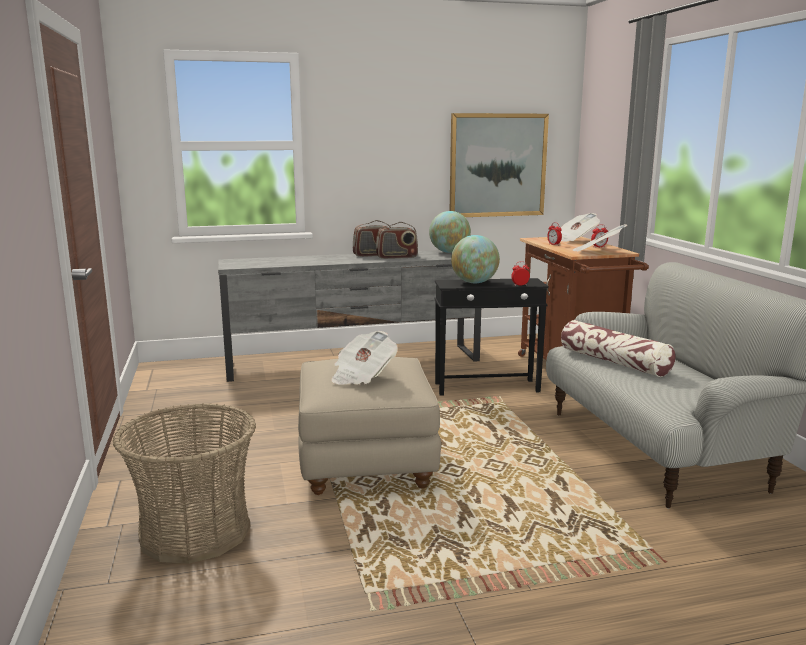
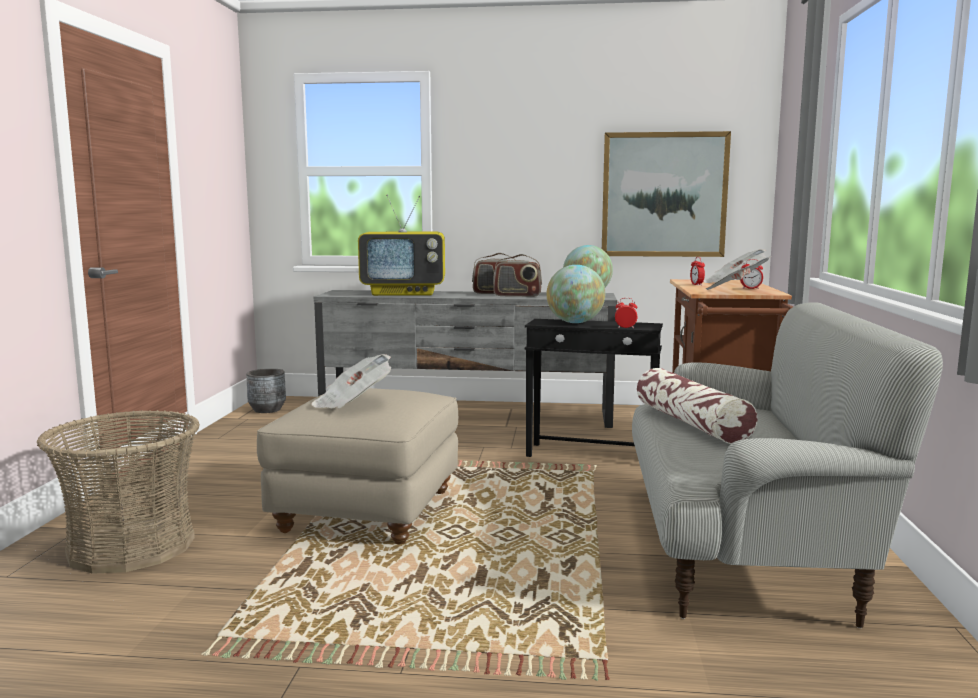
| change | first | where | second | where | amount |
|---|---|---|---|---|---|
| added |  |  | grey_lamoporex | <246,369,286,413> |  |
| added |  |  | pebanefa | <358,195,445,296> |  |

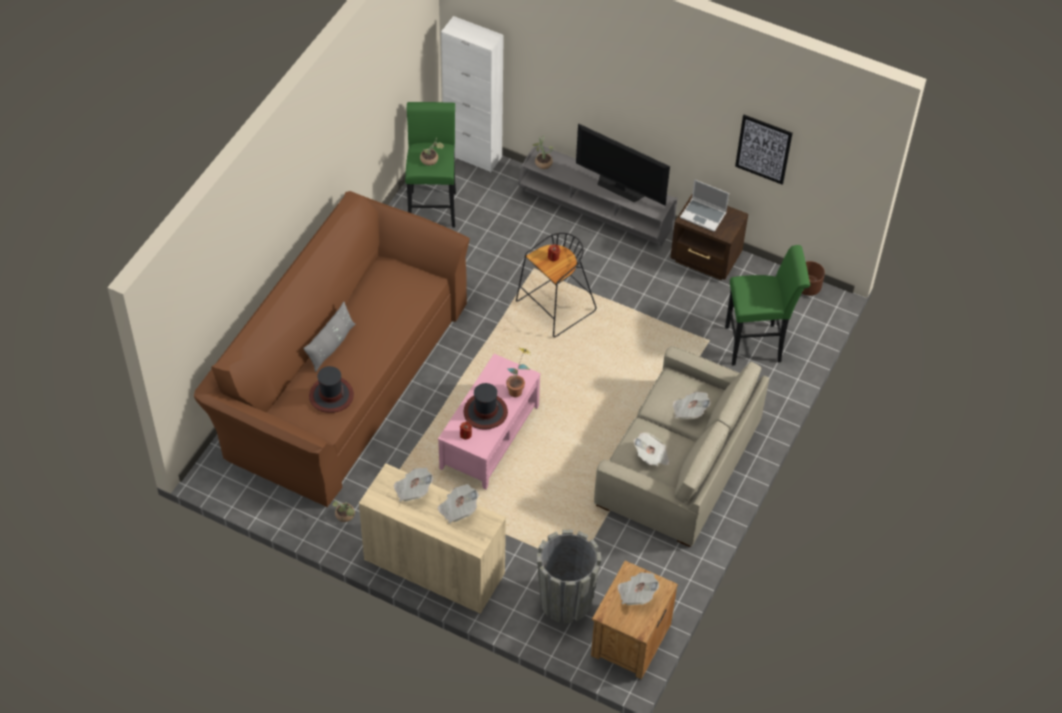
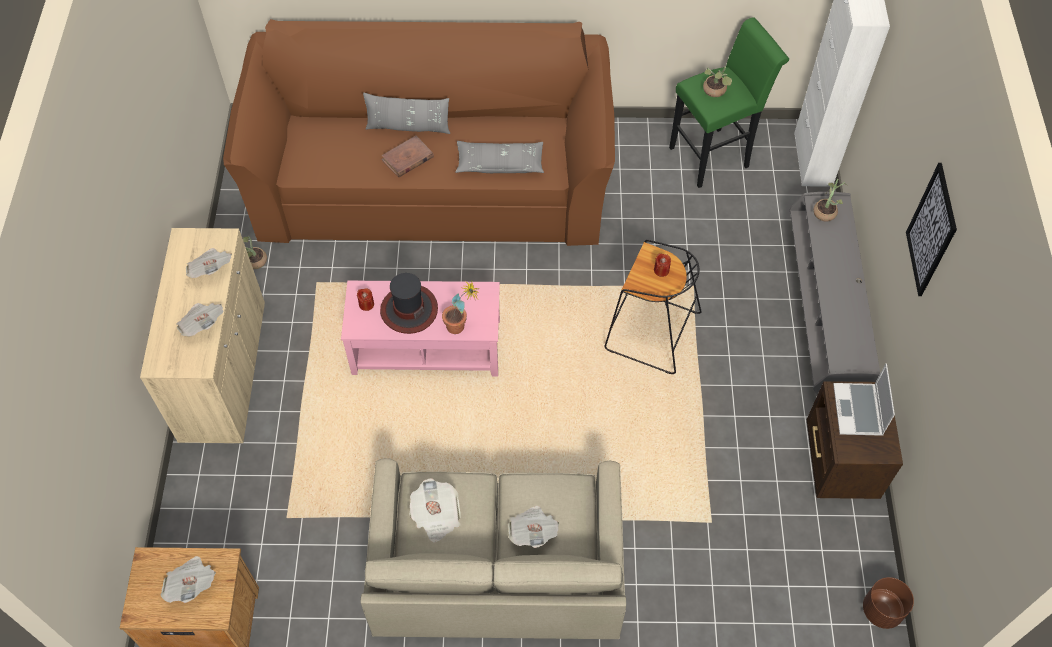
| change | first | where | second | where | amount |
|---|---|---|---|---|---|
| added |  |  | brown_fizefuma | <381,136,434,177> |  |
| added |  |  | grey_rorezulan | <455,141,544,173> |  |
| moved | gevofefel | <735,115,793,185> |  | <906,163,957,296> |  |
| removed | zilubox | <309,366,354,413> |  |  |  |
| removed | grey_lamoporex | <537,529,601,623> |  |  |  |
| removed | pebanefa | <576,124,670,205> |  |  |  |
| removed | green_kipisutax | <725,245,810,365> |  |  |  |

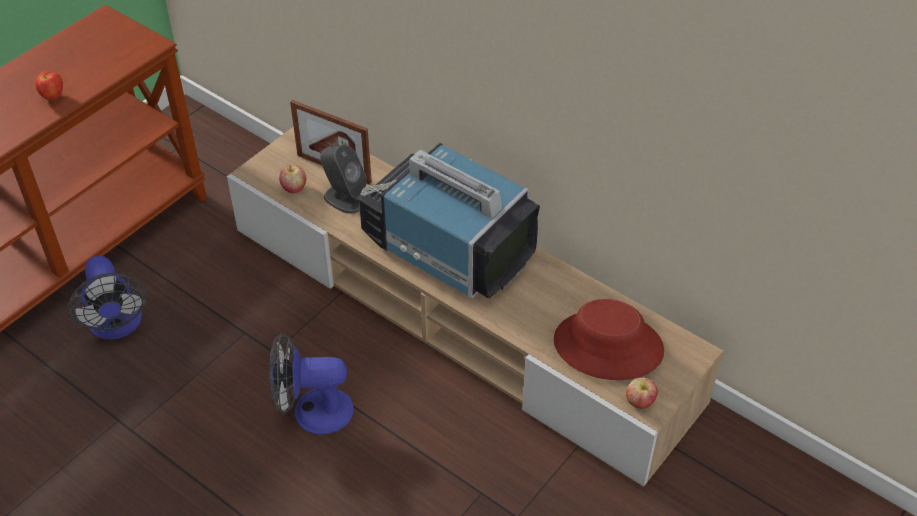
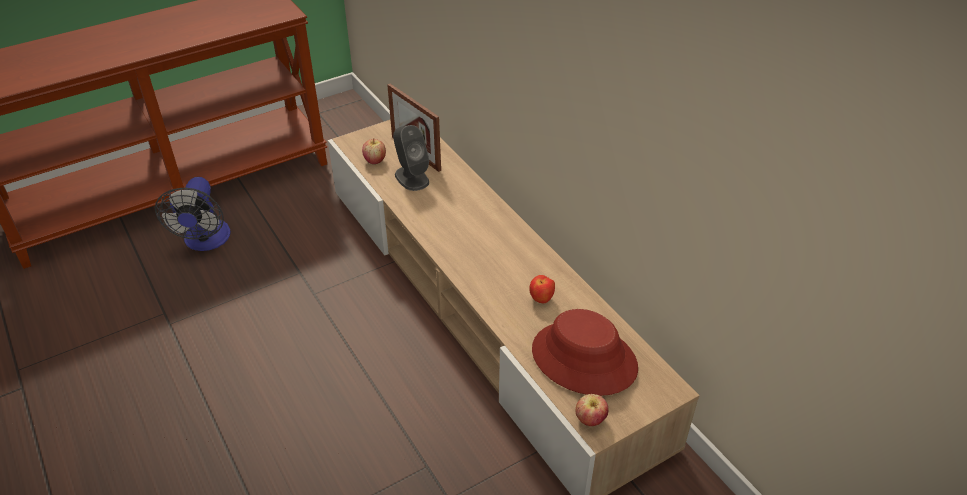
| change | first | where | second | where | amount |
|---|---|---|---|---|---|
| moved | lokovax | <35,71,63,100> |  | <529,275,555,303> |  |
| removed | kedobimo | <269,333,354,435> |  |  |  |
| removed | pebanefa | <359,143,540,299> |  |  |  |

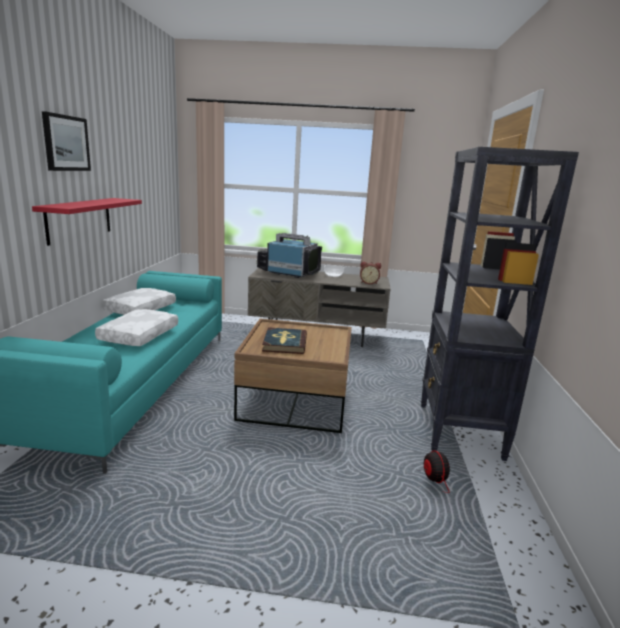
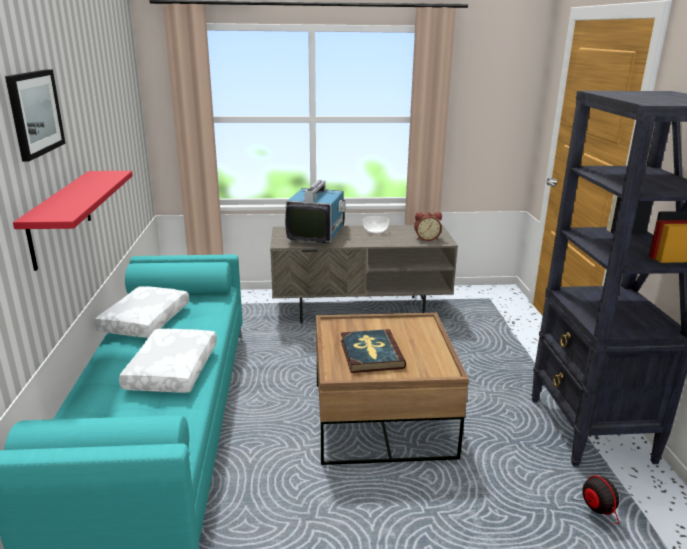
| change | first | where | second | where | amount |
|---|---|---|---|---|---|
| turned | pebanefa | <256,233,322,278> |  | <285,180,345,243> | 90 degrees clockwise |

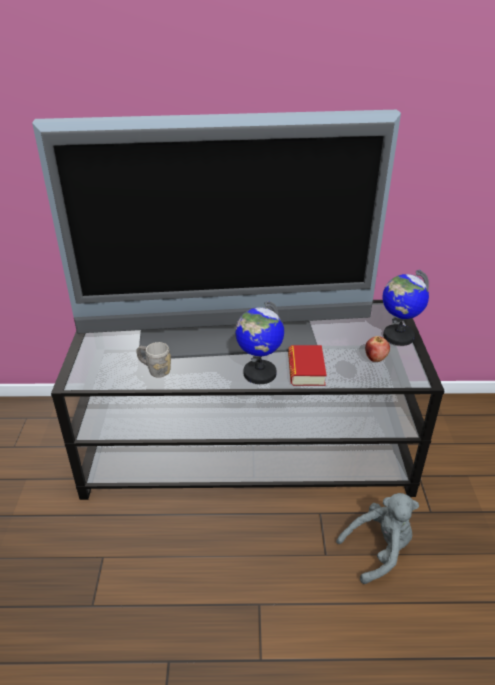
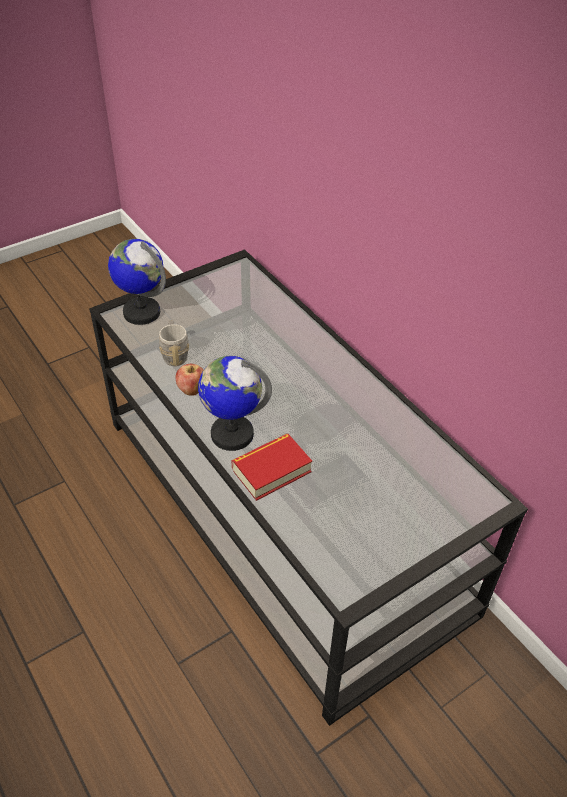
| change | first | where | second | where | amount |
|---|---|---|---|---|---|
| moved | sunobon | <382,270,429,346> |  | <108,239,166,325> |  |
| moved | lokovax | <365,336,390,362> |  | <176,364,203,396> |  |
| removed | pebanefa | <32,110,401,360> |  |  |  |
| removed | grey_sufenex | <336,493,419,584> |  |  |  |

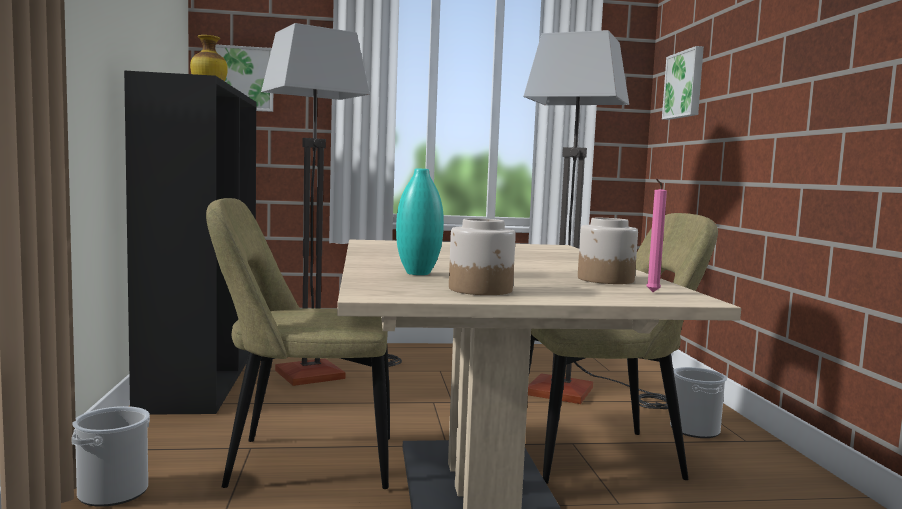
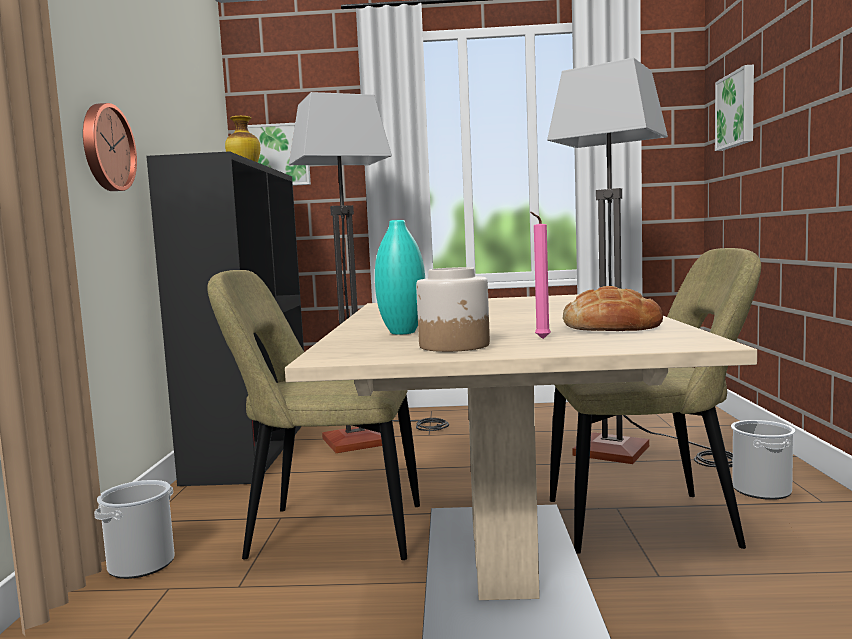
| change | first | where | second | where | amount |
|---|---|---|---|---|---|
| added |  |  | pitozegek | <83,103,137,191> |  |
| moved | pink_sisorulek | <646,178,667,292> |  | <530,212,551,339> |  |
| replaced | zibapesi | <578,218,638,284> | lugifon | <563,286,663,331> |  |

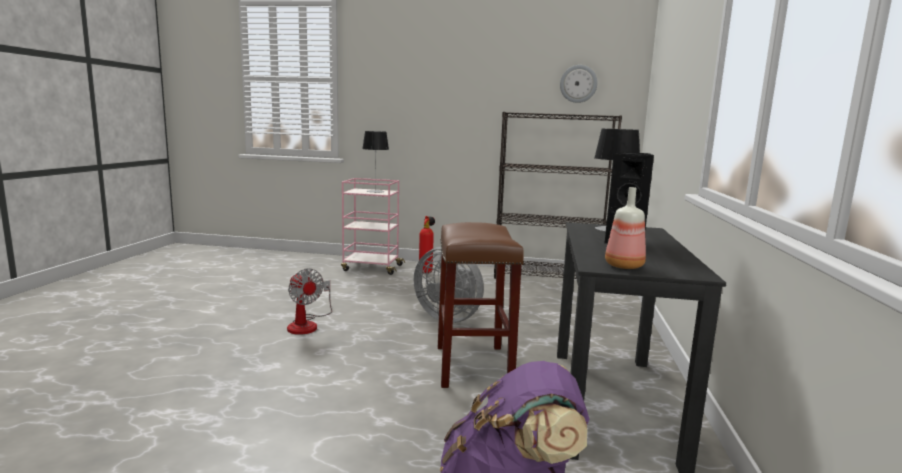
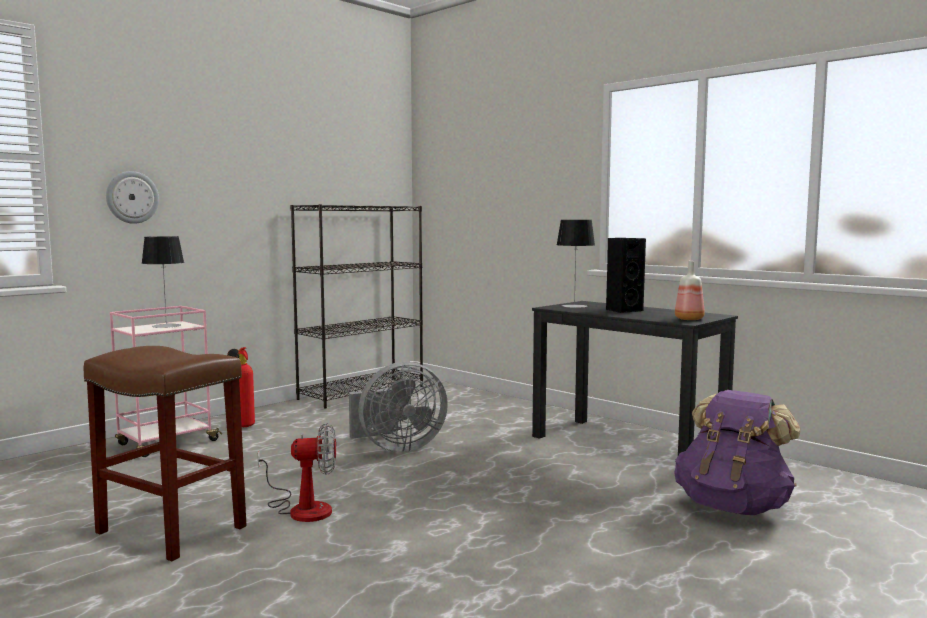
| change | first | where | second | where | amount |
|---|---|---|---|---|---|
| moved | brown_kipisutax | <438,222,524,388> |  | <84,346,247,561> |  |
| moved | pitozegek | <560,65,598,103> |  | <106,171,159,224> |  |

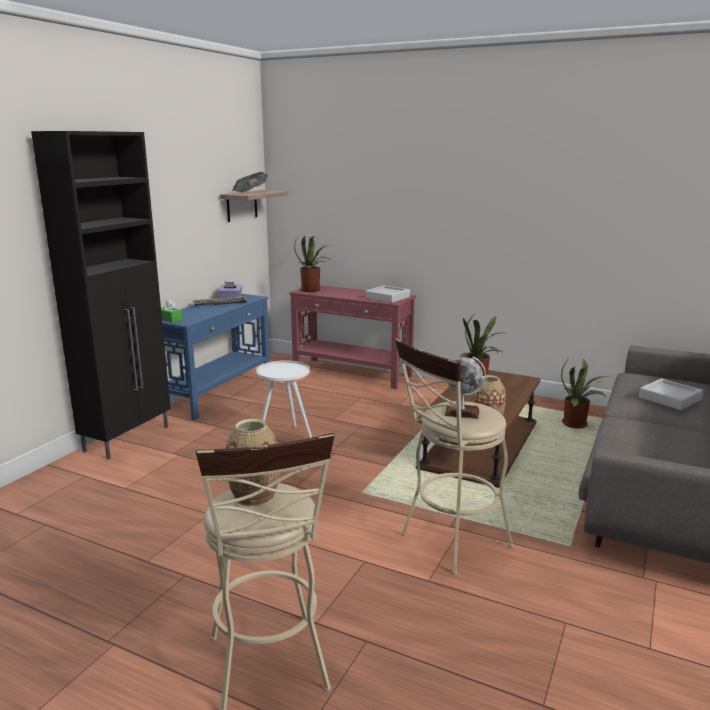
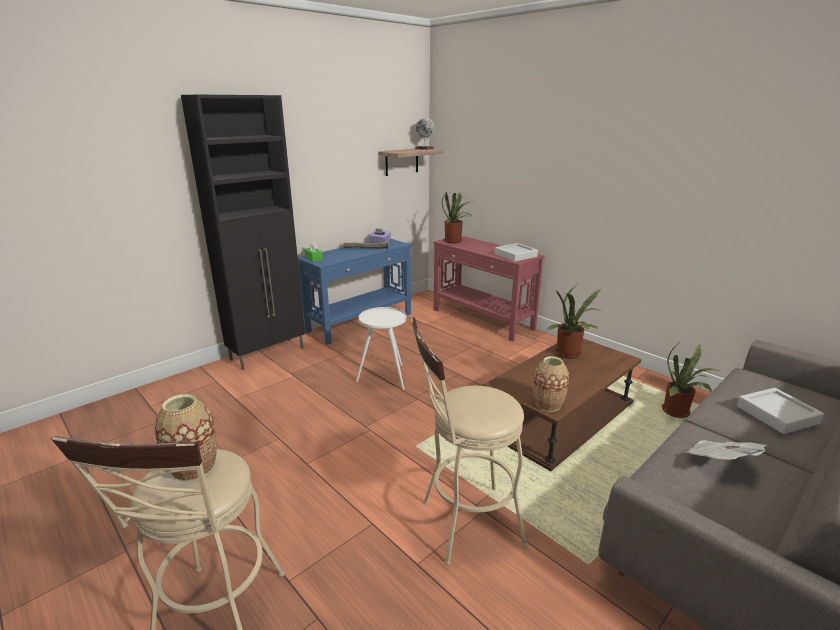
| change | first | where | second | where | amount |
|---|---|---|---|---|---|
| moved | sunobon | <444,356,486,419> |  | <415,117,434,150> |  |
| moved | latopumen | <232,172,268,192> |  | <685,440,767,460> |  |

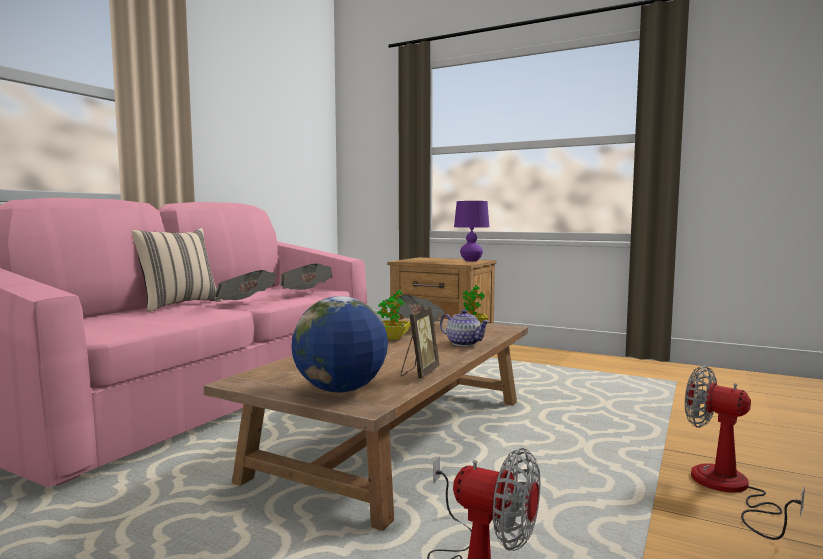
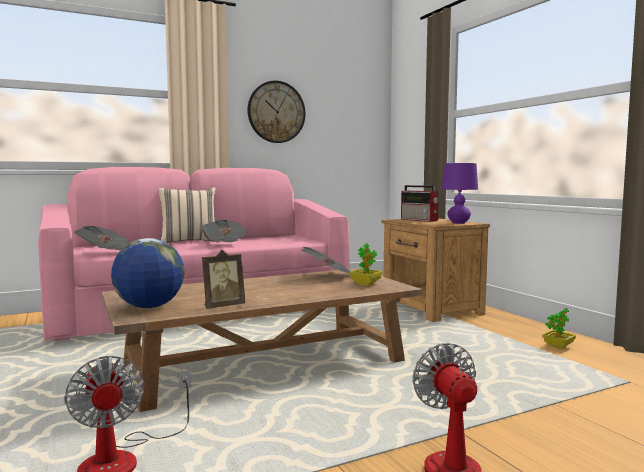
| change | first | where | second | where | amount |
|---|---|---|---|---|---|
| moved | latopumen | <281,263,333,290> |  | <74,226,129,250> |  |
| added |  |  | pitozegek | <248,81,305,143> |  |
| added |  |  | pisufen | <401,185,439,222> |  |
| moved | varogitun | <377,290,411,340> |  | <542,308,576,349> |  |
| removed | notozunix | <440,309,490,346> |  |  |  |

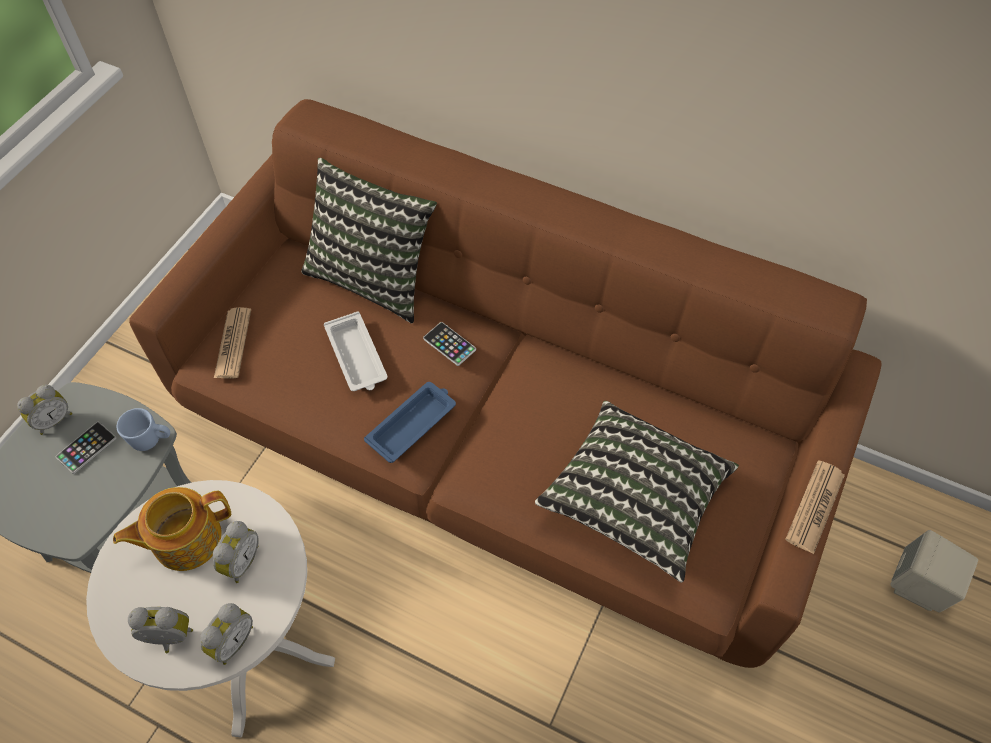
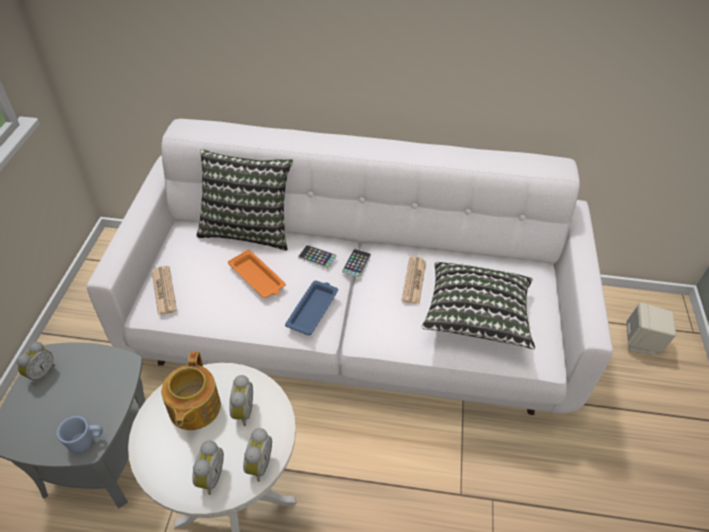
| change | first | where | second | where | amount |
|---|---|---|---|---|---|
| moved | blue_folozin | <117,408,170,451> |  | <57,416,103,453> |  |
| recoloured | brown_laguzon | <129,99,882,668> | white_laguzon | <86,119,613,415> |  |
| turned | notozunix | <113,487,231,571> |  | <161,351,221,430> | 45 degrees counterclockwise |
| turned | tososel | <128,607,193,654> |  | <192,441,224,495> | 120 degrees clockwise |
| recoloured | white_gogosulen | <324,312,388,391> | orange_gogosulen | <228,250,286,298> |  |
| moved | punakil | <55,422,116,474> |  | <342,249,371,278> |  |
| moved | latopumen | <785,460,845,554> |  | <401,257,426,304> |  |

